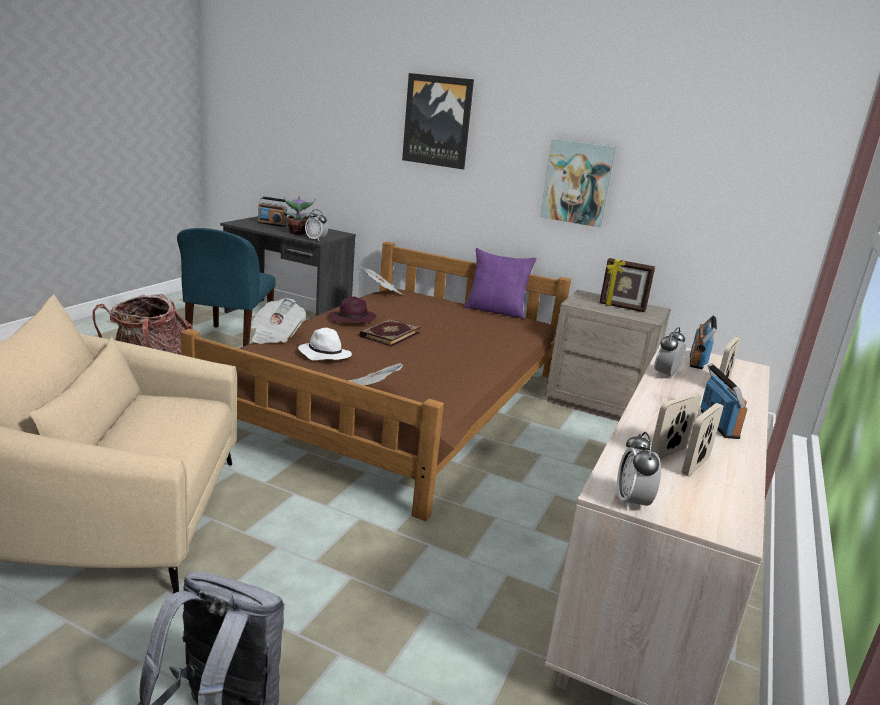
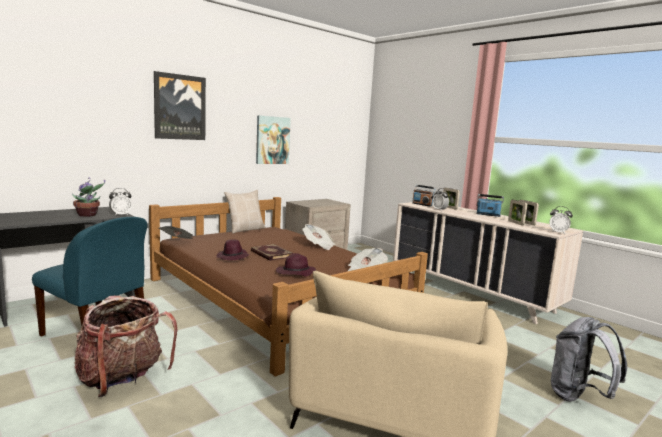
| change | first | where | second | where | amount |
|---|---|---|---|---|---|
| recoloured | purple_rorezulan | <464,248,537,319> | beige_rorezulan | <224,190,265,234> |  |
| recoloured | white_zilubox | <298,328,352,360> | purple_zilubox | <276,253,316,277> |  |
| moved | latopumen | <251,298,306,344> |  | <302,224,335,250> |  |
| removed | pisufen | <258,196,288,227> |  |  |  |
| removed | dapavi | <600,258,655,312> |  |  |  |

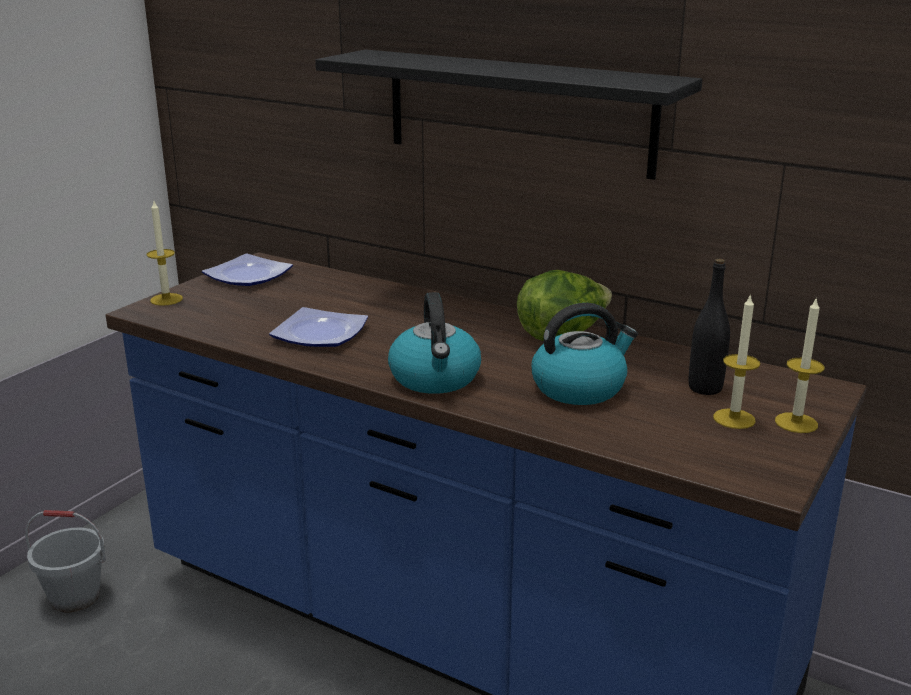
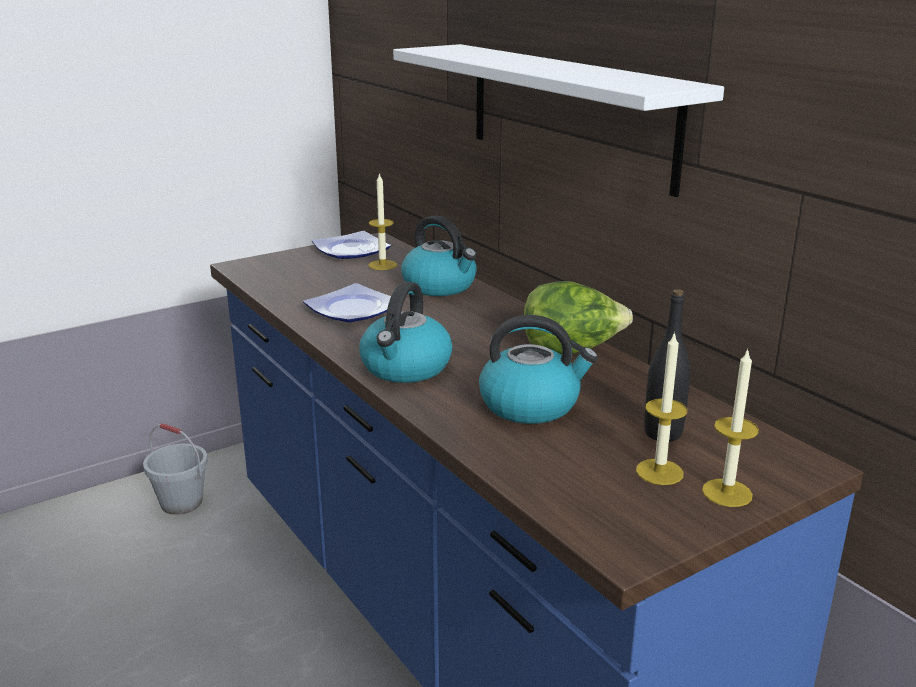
| change | first | where | second | where | amount |
|---|---|---|---|---|---|
| moved | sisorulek | <146,199,183,306> |  | <368,172,397,270> |  |
| recoloured | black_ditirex | <315,49,703,180> | white_ditirex | <393,44,724,197> |  |
| added |  |  | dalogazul | <401,215,477,296> |  |

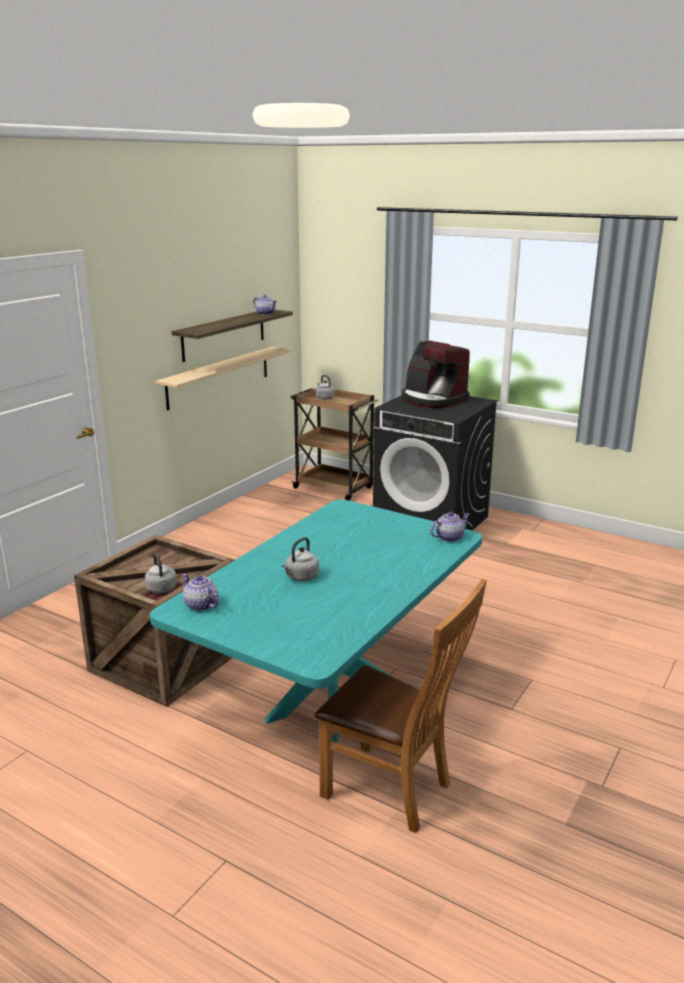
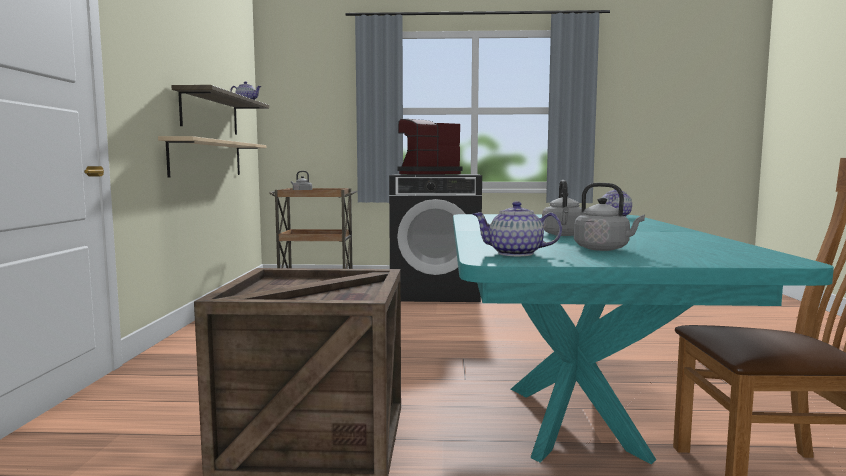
| change | first | where | second | where | amount |
|---|---|---|---|---|---|
| turned | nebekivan | <402,340,470,408> |  | <398,119,463,174> | 135 degrees clockwise |
| moved | grey_dalogazul | <145,553,177,593> |  | <574,183,645,251> |  |

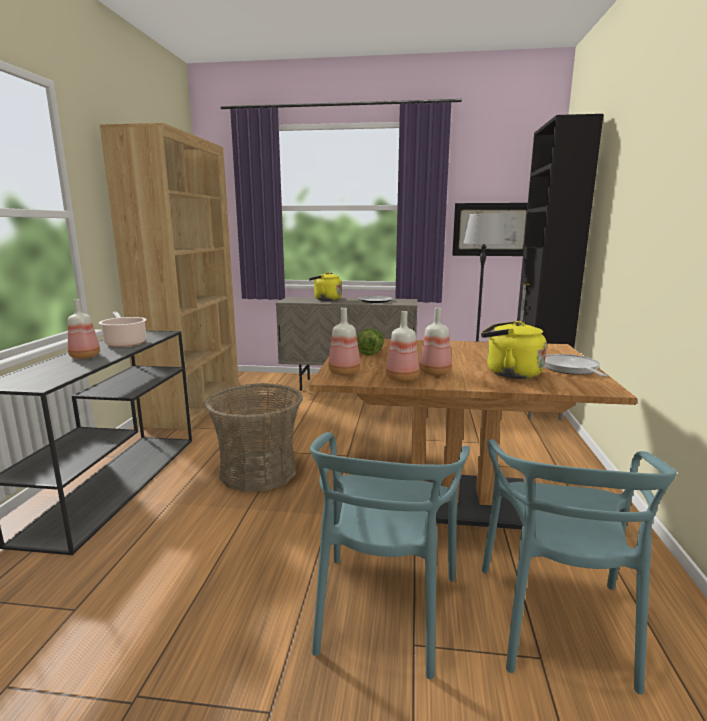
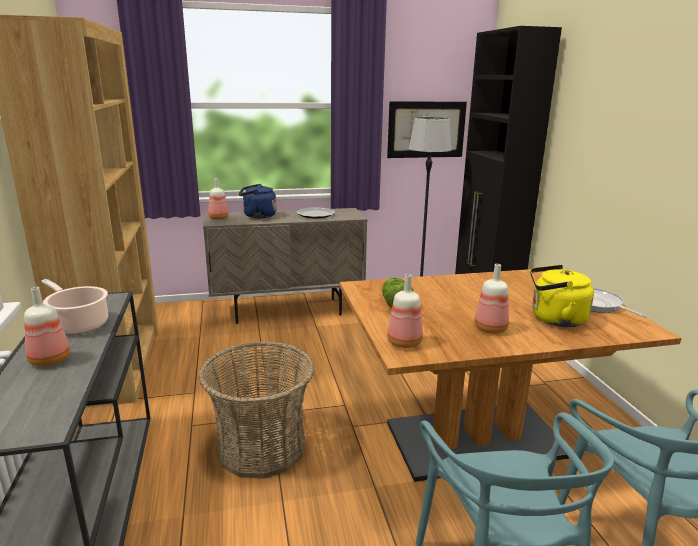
| change | first | where | second | where | amount |
|---|---|---|---|---|---|
| moved | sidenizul | <386,311,419,382> |  | <208,178,229,220> |  |
| recoloured | yellow_dalogazul | <309,272,342,301> | blue_dalogazul | <239,184,276,218> |  |

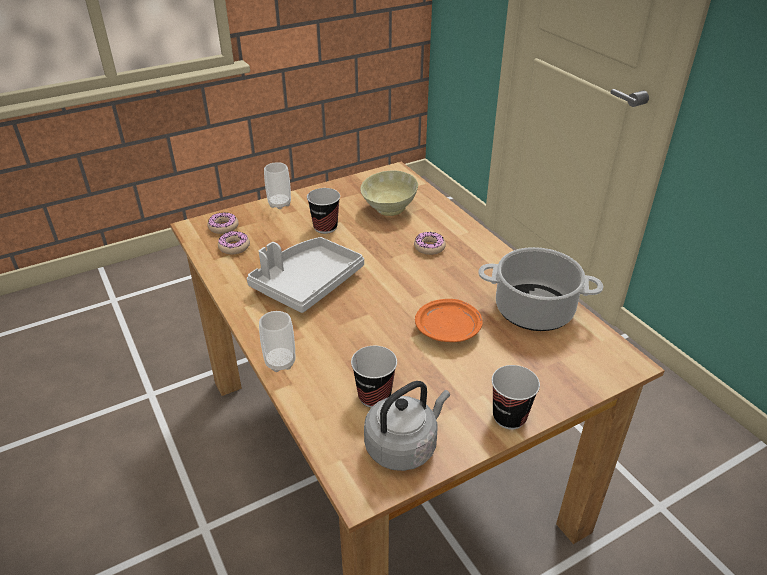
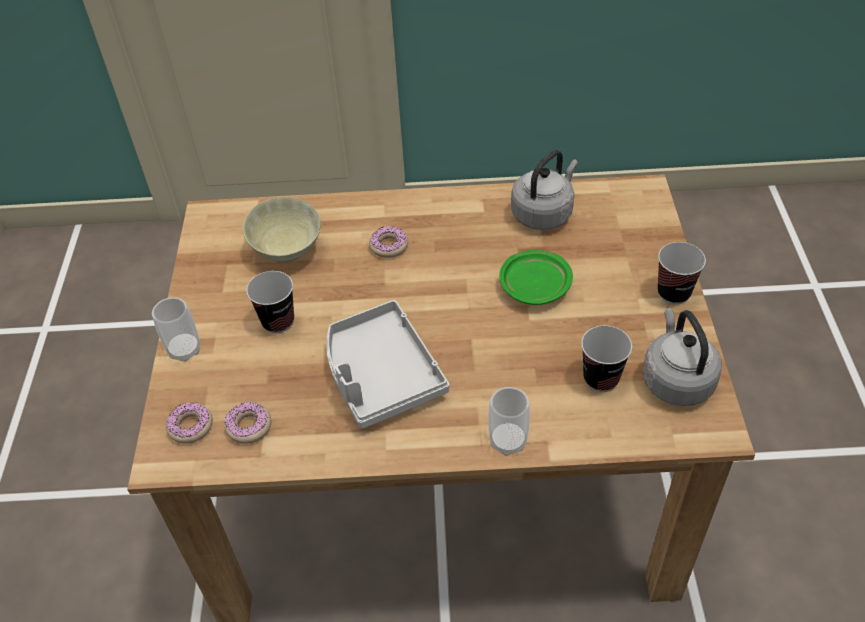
| change | first | where | second | where | amount |
|---|---|---|---|---|---|
| recoloured | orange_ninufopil | <415,299,483,342> | green_ninufopil | <499,250,573,305> |  |
| replaced | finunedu | <478,247,603,331> | grey_dalogazul | <511,150,578,230> |  |

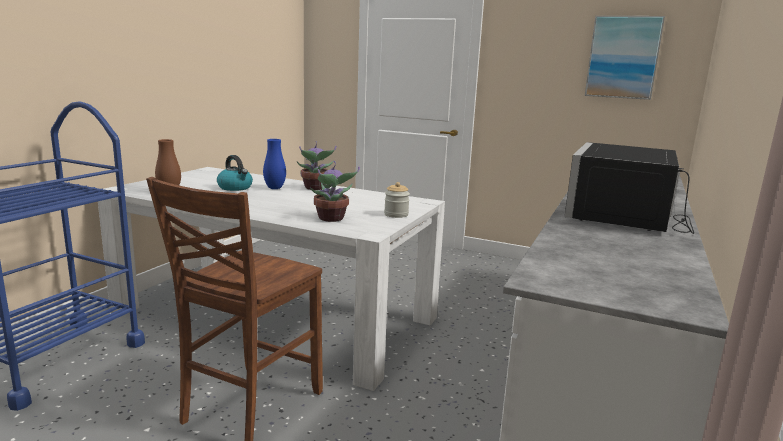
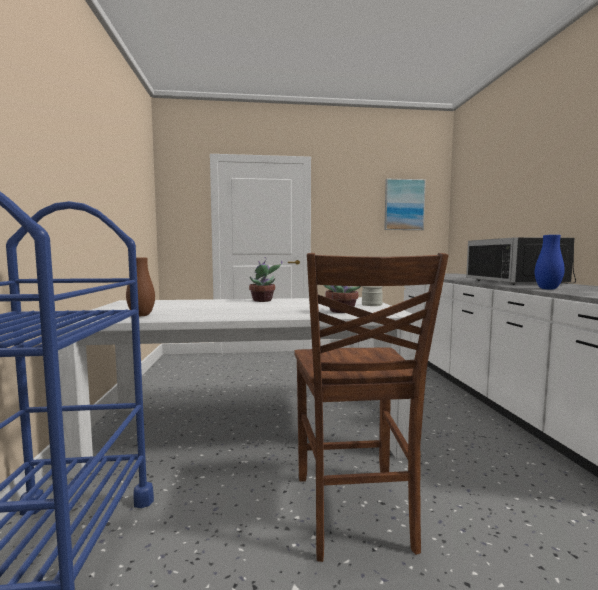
| change | first | where | second | where | amount |
|---|---|---|---|---|---|
| moved | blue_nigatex | <263,139,286,189> |  | <535,235,565,290> |  |
| removed | dalogazul | <217,155,253,191> |  |  |  |

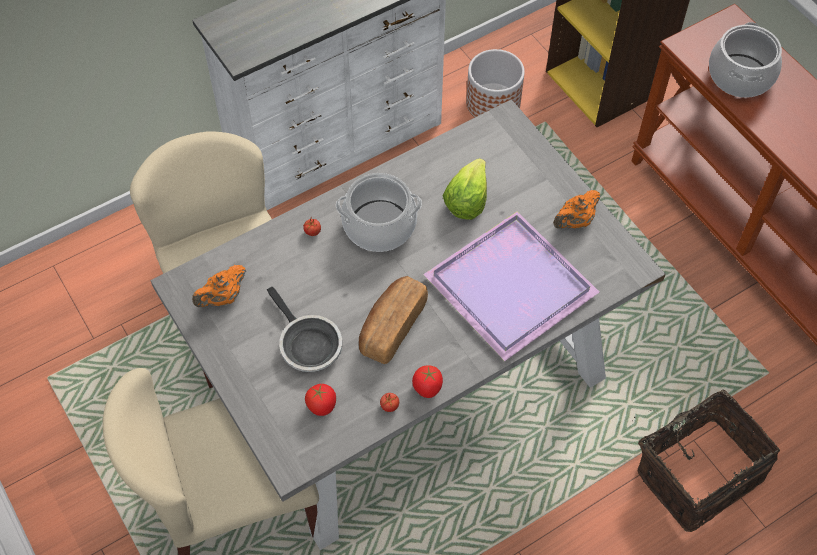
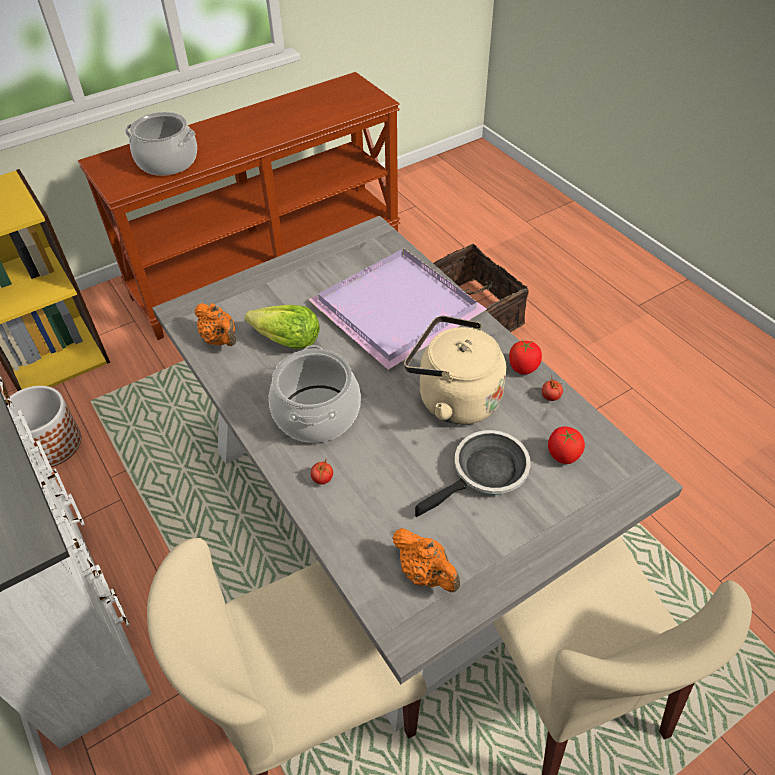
| change | first | where | second | where | amount |
|---|---|---|---|---|---|
| moved | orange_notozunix | <553,190,601,229> |  | <194,303,236,346> |  |
| replaced | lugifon | <359,276,428,364> | beige_dalogazul | <404,315,506,425> |  |

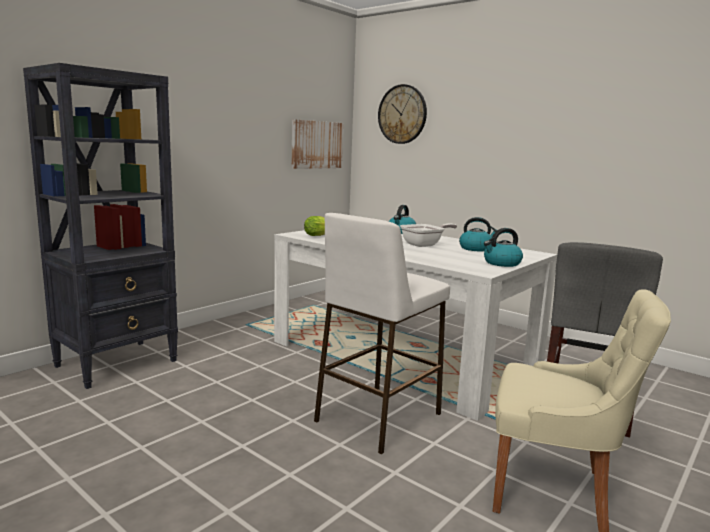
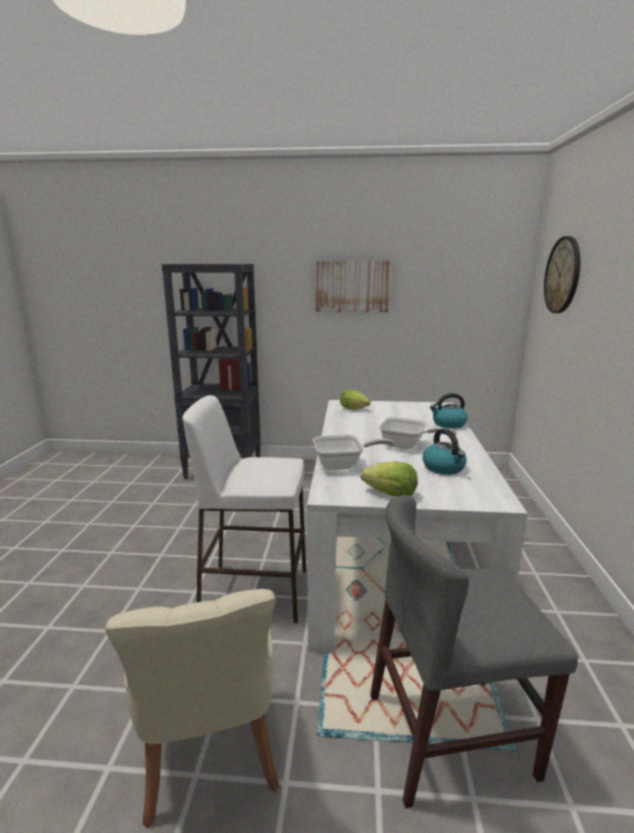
| change | first | where | second | where | amount |
|---|---|---|---|---|---|
| added |  |  | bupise | <313,435,394,470> |  |
| moved | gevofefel | <292,119,343,169> |  | <316,261,392,313> |  |
| replaced | dalogazul | <484,228,523,267> | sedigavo | <360,462,418,497> |  |

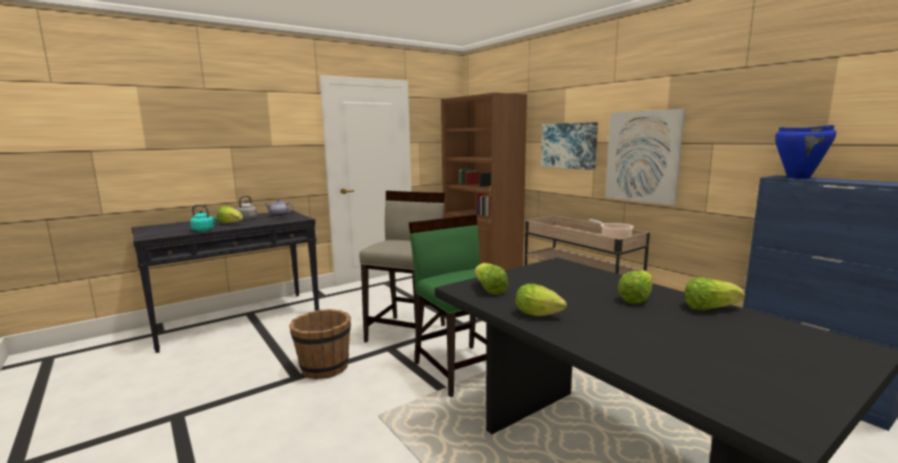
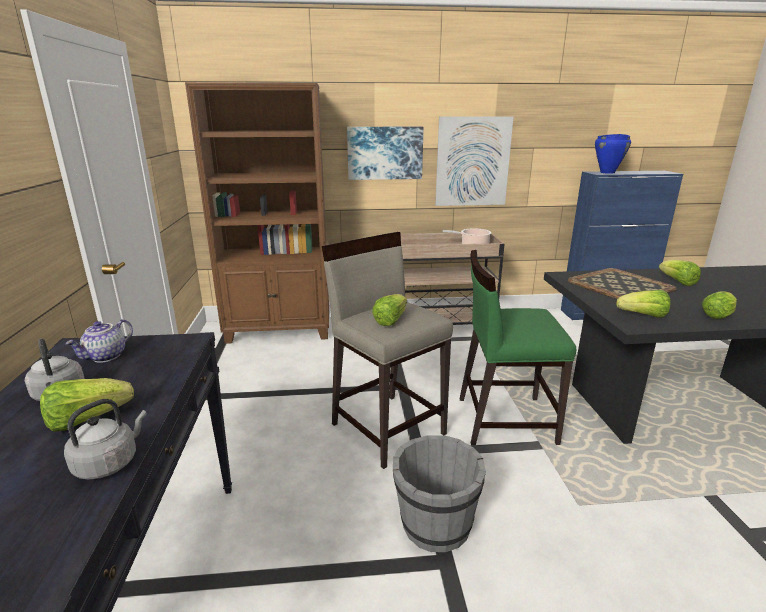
| change | first | where | second | where | amount |
|---|---|---|---|---|---|
| recoloured | turquoise_dalogazul | <190,205,217,231> | grey_dalogazul | <64,399,147,479> |  |
| moved | sedigavo | <684,277,745,310> |  | <372,294,407,326> |  |
| recoloured | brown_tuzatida | <289,309,351,379> | grey_tuzatida | <393,435,486,552> |  |
| added |  |  | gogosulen | <568,268,677,299> |  |

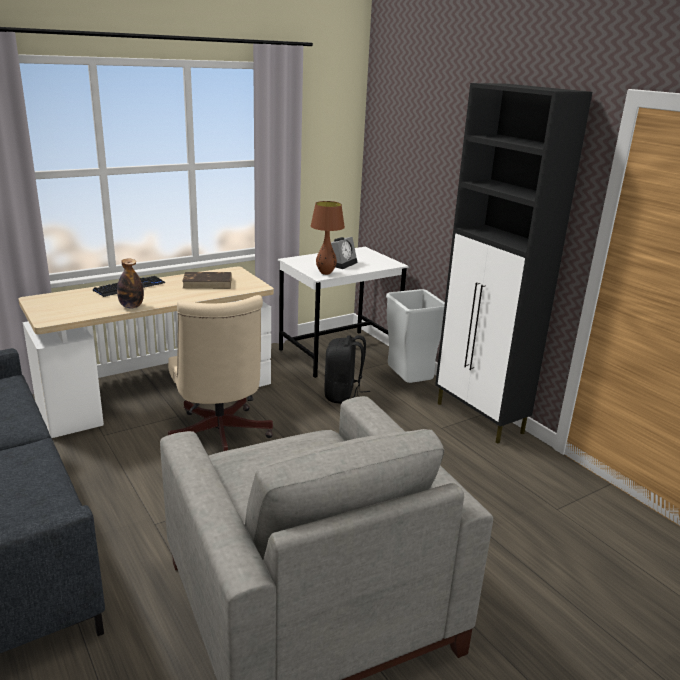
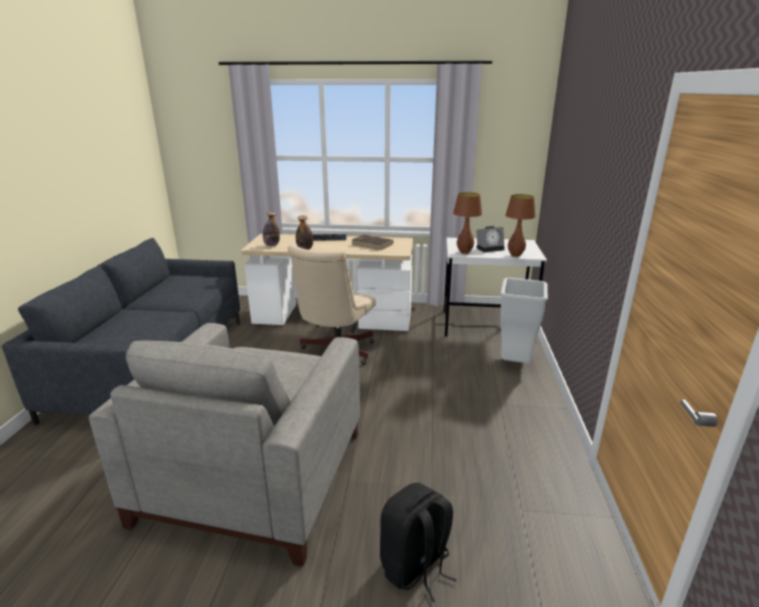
| change | first | where | second | where | amount |
|---|---|---|---|---|---|
| added |  |  | sidenizul | <263,212,280,246> |  |
| moved | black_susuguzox | <324,335,370,404> |  | <380,482,457,602> |  |
| added |  |  | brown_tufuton | <505,194,535,257> |  |
| removed | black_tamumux | <435,83,592,444> |  |  |  |

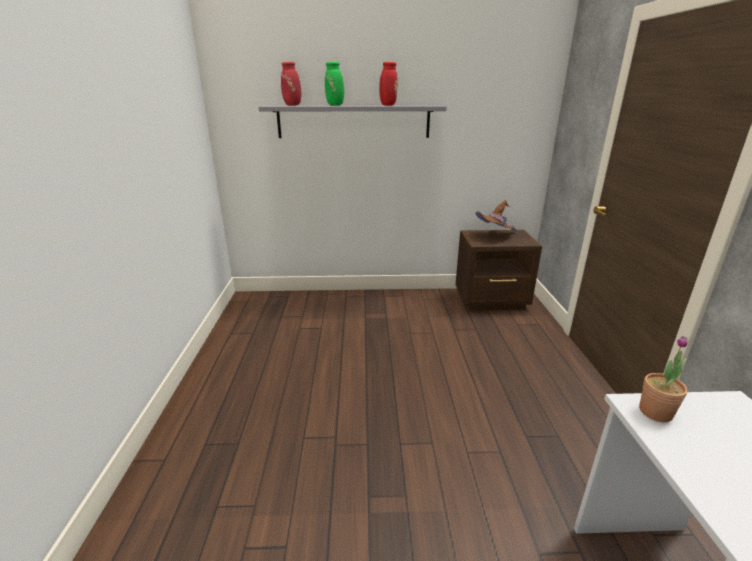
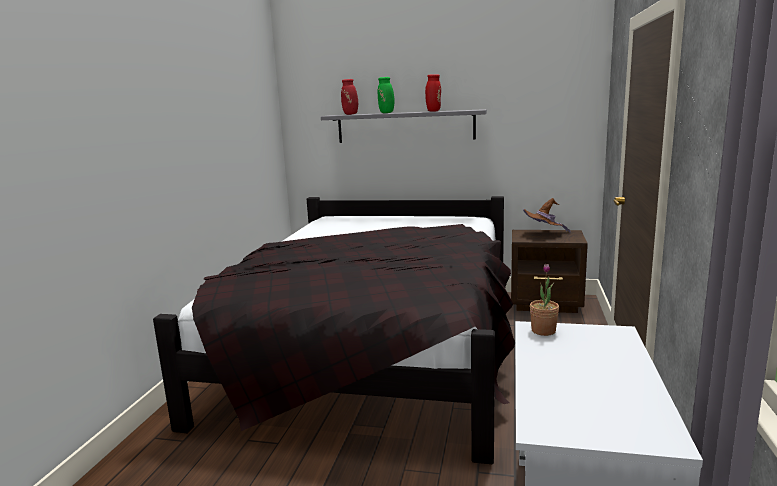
| change | first | where | second | where | amount |
|---|---|---|---|---|---|
| added |  |  | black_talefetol | <153,196,515,464> |  |

